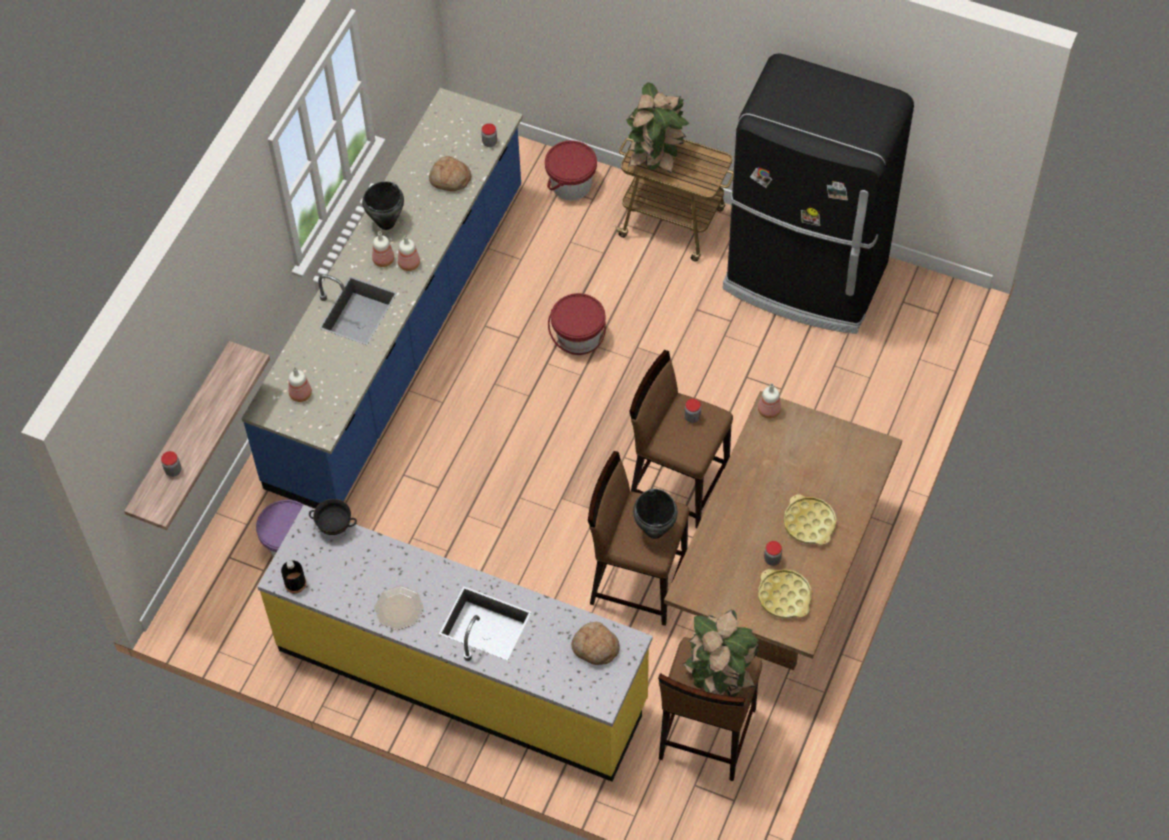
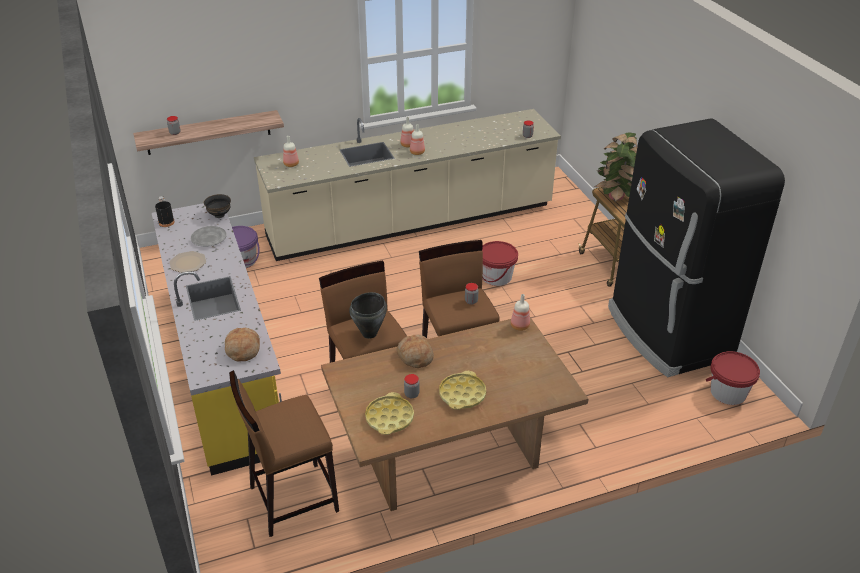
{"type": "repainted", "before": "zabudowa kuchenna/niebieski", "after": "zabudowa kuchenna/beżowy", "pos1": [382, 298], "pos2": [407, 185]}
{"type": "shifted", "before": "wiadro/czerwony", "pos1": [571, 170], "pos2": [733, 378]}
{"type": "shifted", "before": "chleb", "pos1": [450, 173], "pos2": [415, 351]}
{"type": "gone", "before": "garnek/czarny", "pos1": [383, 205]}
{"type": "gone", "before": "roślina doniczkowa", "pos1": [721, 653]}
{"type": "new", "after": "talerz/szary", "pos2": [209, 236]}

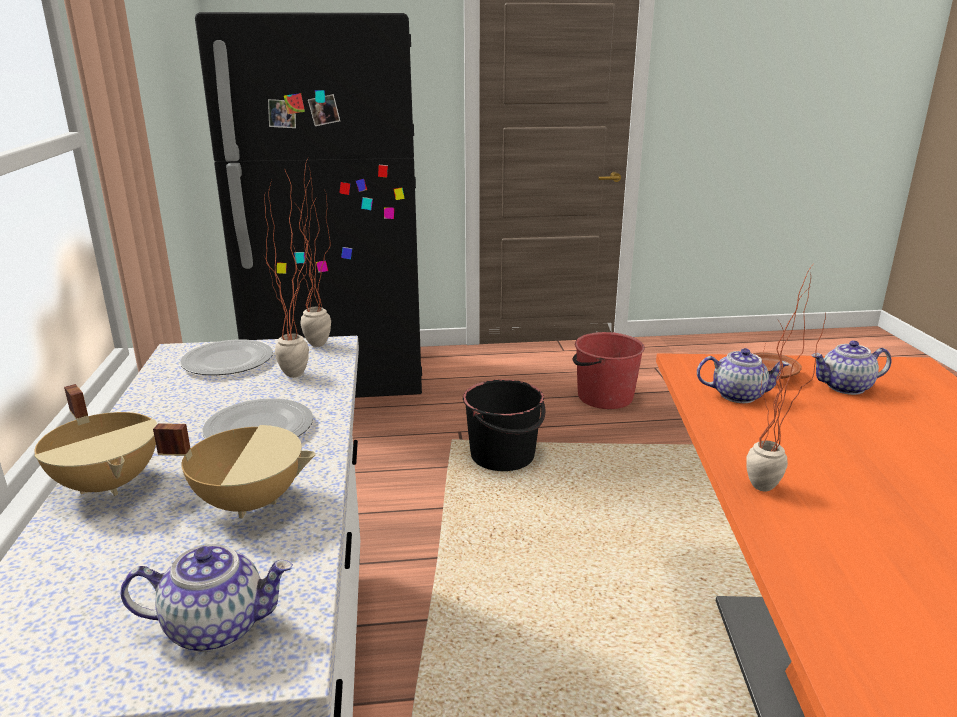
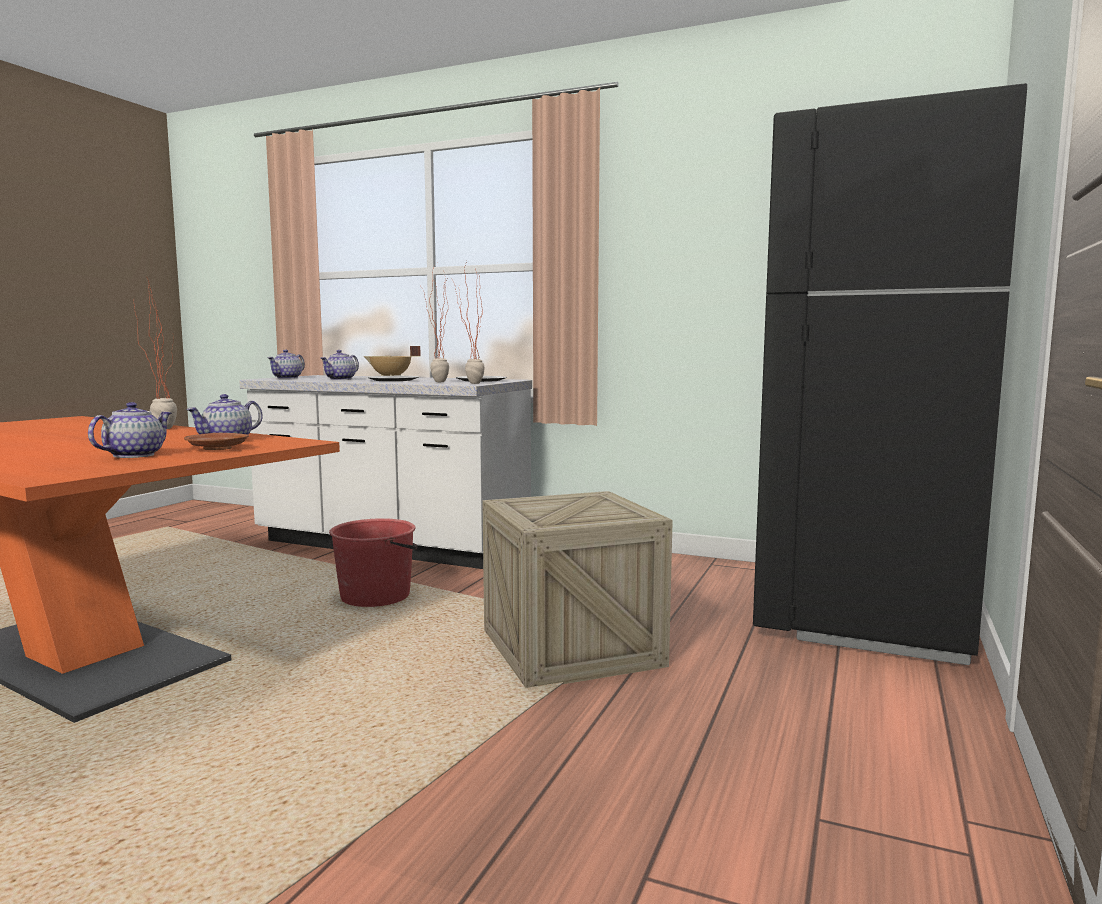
{"type": "shifted", "before": "wiadro/czerwony", "pos1": [609, 370], "pos2": [373, 562]}
{"type": "swapped", "before": "wiadro/czarny", "after": "skrzynka", "pos1": [504, 425], "pos2": [577, 589]}
{"type": "swapped", "before": "garnek/beżowy", "after": "imbryk", "pos1": [234, 470], "pos2": [339, 365]}

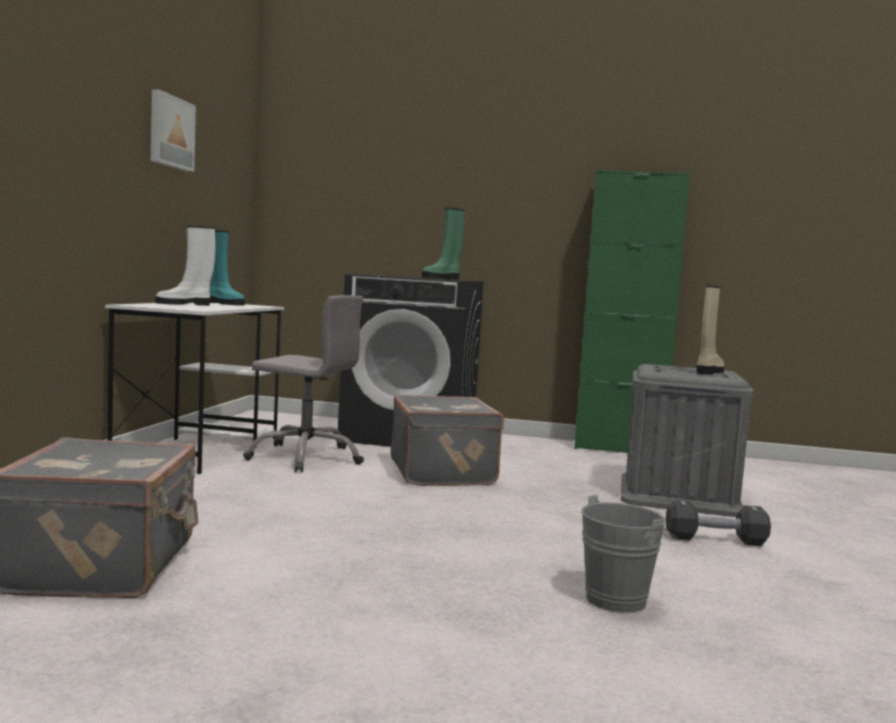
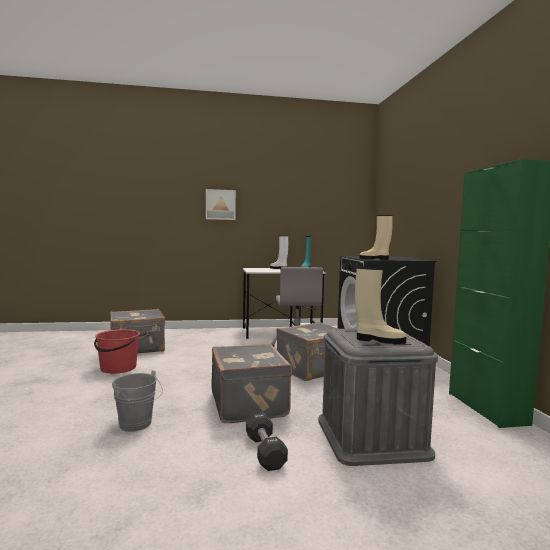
{"type": "shifted", "before": "obraz", "pos1": [173, 131], "pos2": [221, 204]}
{"type": "repainted", "before": "but z cholewką/zielony", "after": "but z cholewką/beżowy", "pos1": [443, 244], "pos2": [376, 237]}
{"type": "new", "after": "wiadro/czerwony", "pos2": [117, 351]}
{"type": "new", "after": "walizka/szary", "pos2": [251, 383]}

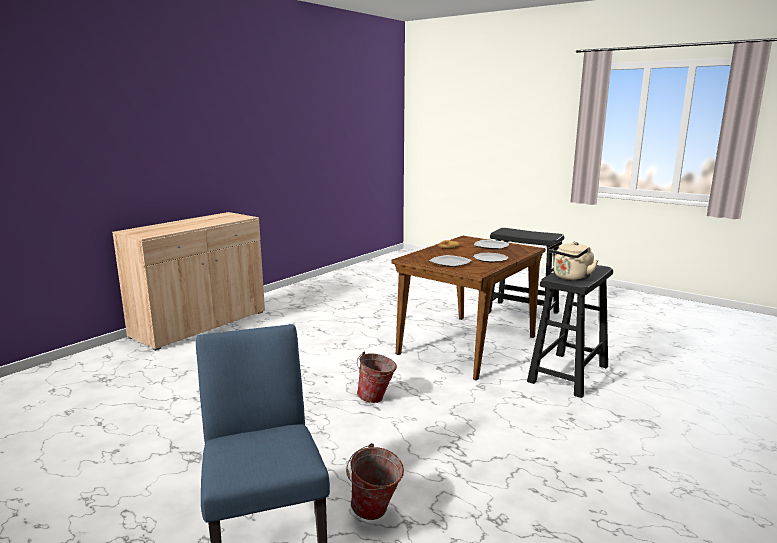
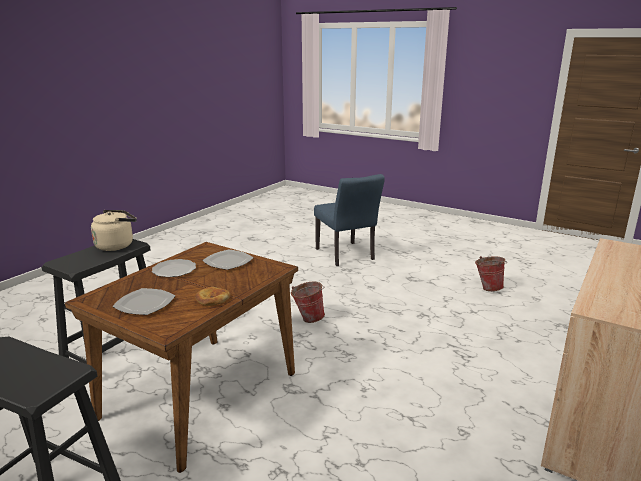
{"type": "shifted", "before": "wiadro", "pos1": [375, 481], "pos2": [491, 273]}

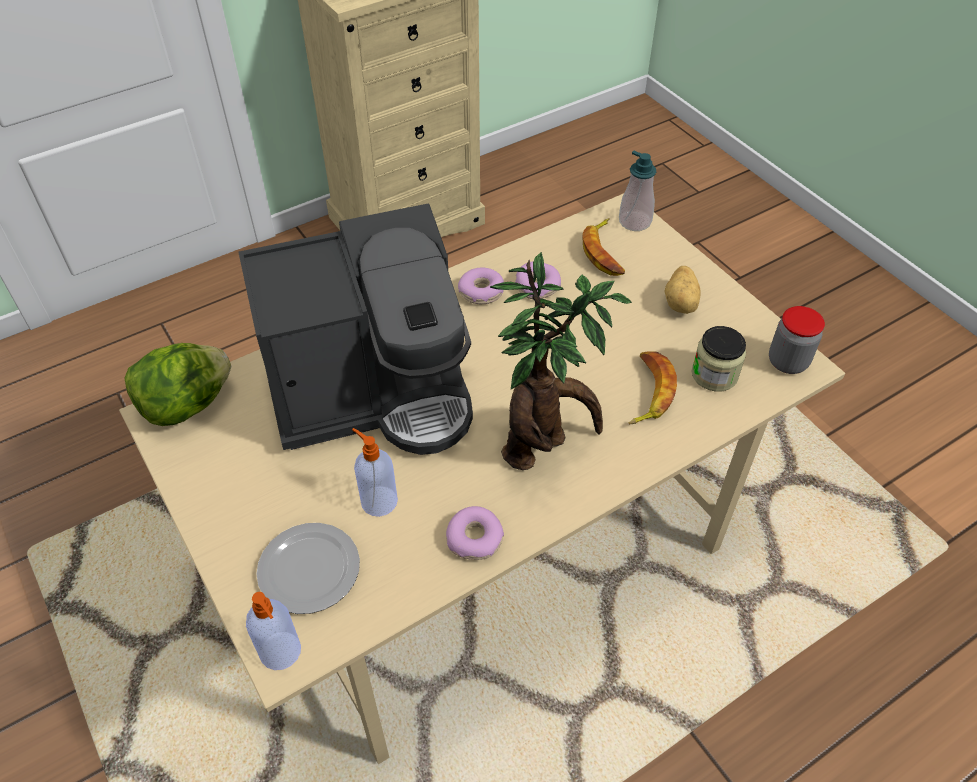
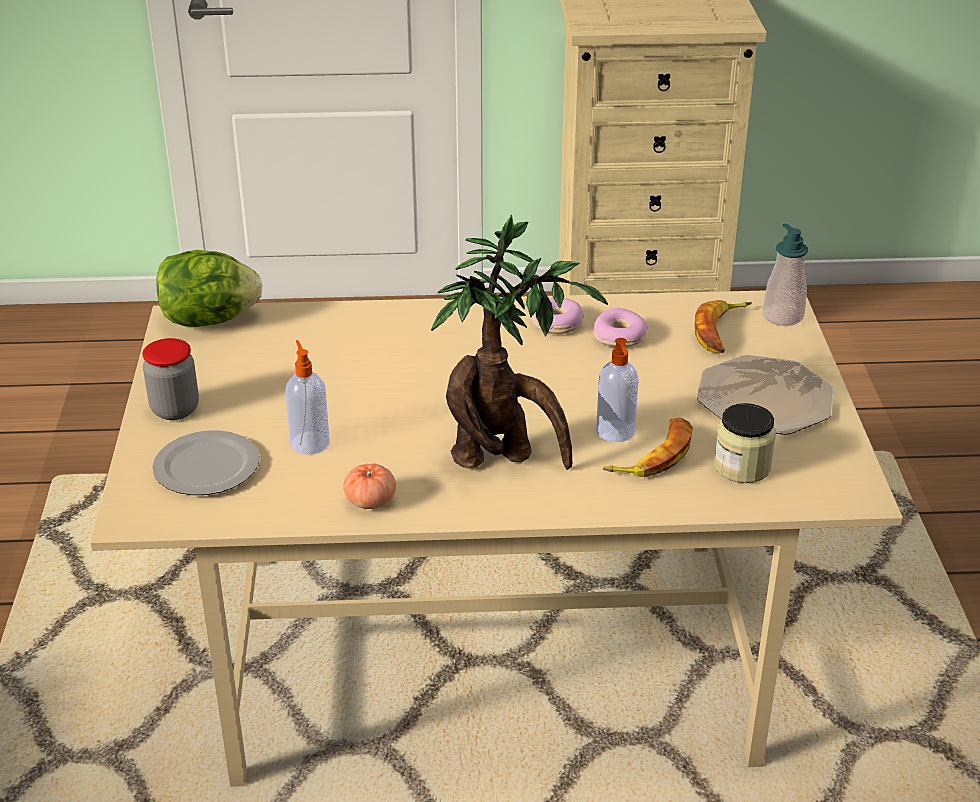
{"type": "gone", "before": "ekspres do kawy", "pos1": [355, 329]}
{"type": "swapped", "before": "ziemniak", "after": "talerz", "pos1": [682, 290], "pos2": [765, 395]}
{"type": "shifted", "before": "słoik", "pos1": [797, 340], "pos2": [170, 379]}
{"type": "swapped", "before": "donut", "after": "pomidor", "pos1": [475, 533], "pos2": [369, 486]}
{"type": "shifted", "before": "dozownik mydła", "pos1": [273, 631], "pos2": [617, 390]}

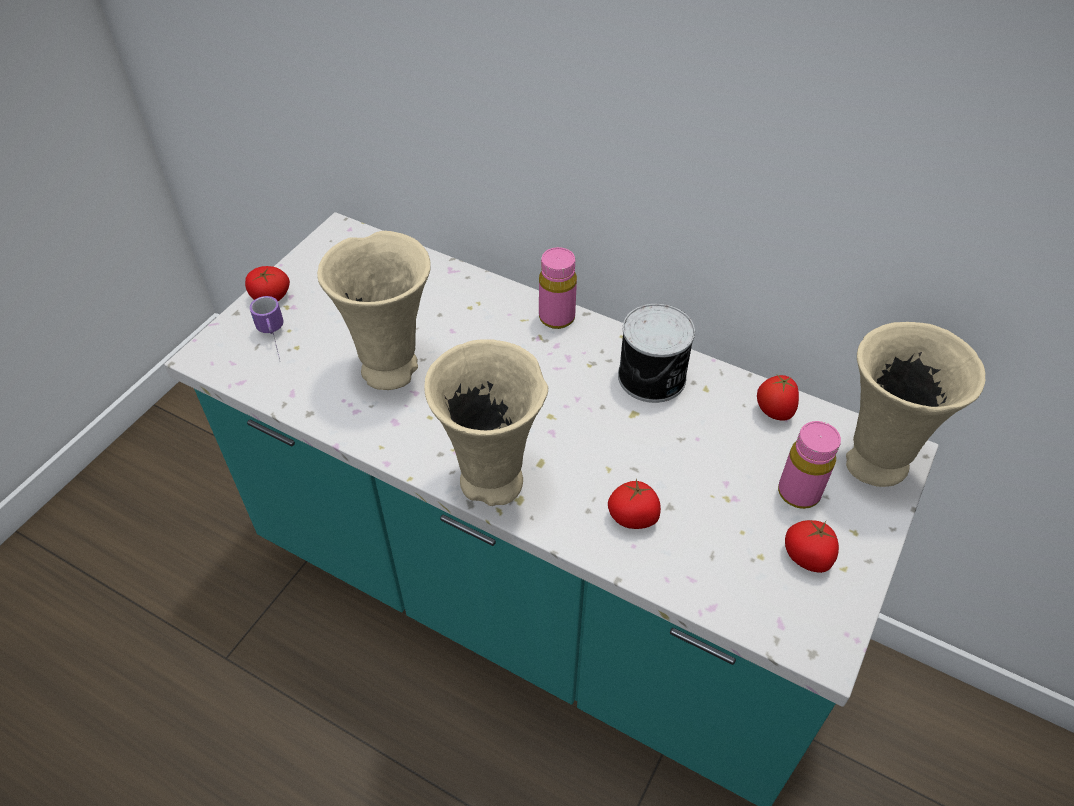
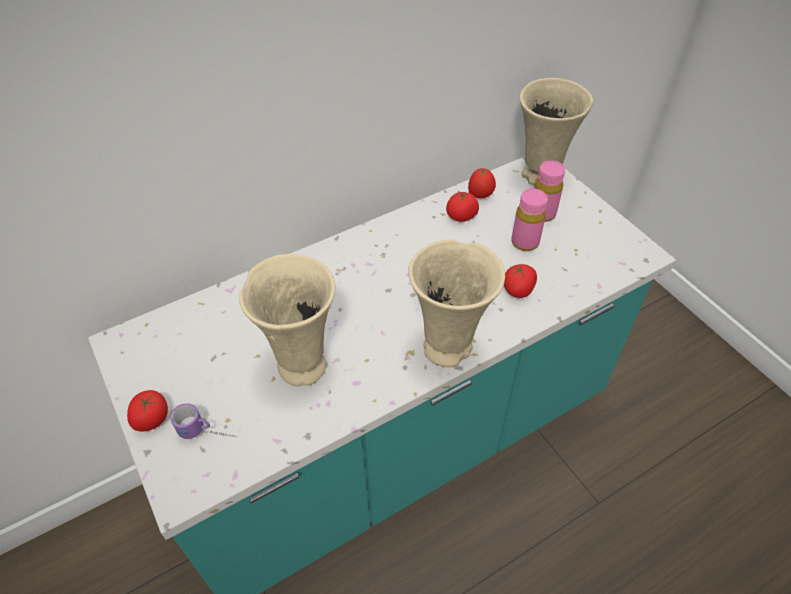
{"type": "shifted", "before": "butelka/różowy", "pos1": [558, 288], "pos2": [529, 220]}
{"type": "gone", "before": "puszka", "pos1": [656, 353]}
{"type": "shifted", "before": "pomidor", "pos1": [812, 546], "pos2": [462, 206]}

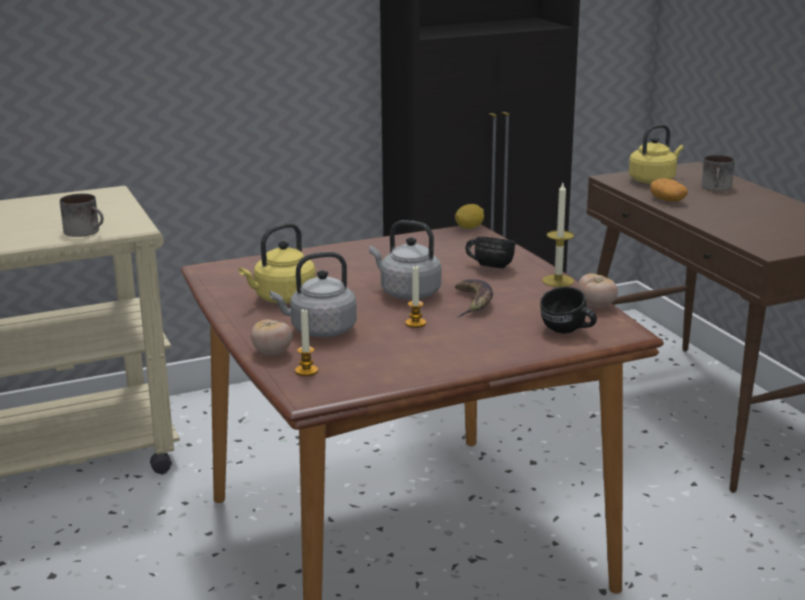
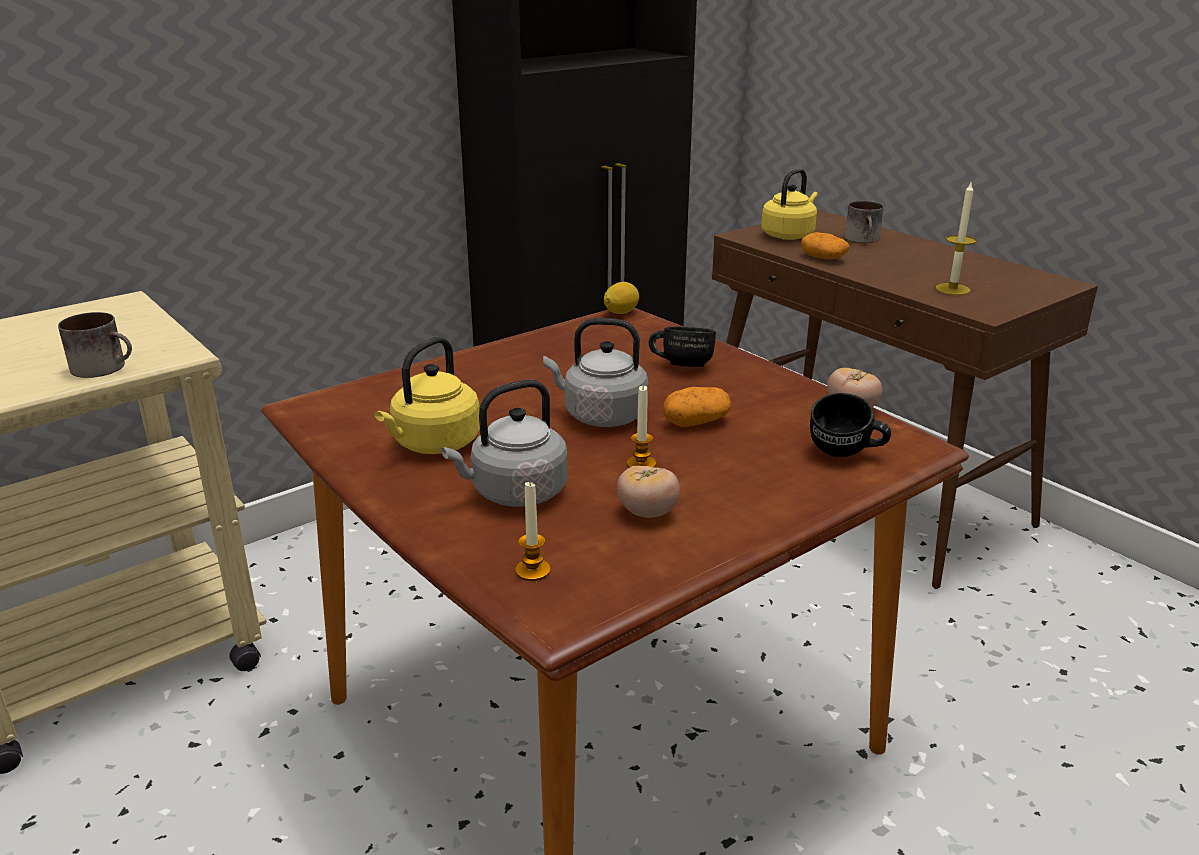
{"type": "shifted", "before": "świeca", "pos1": [558, 235], "pos2": [956, 239]}
{"type": "swapped", "before": "banan", "after": "ziemniak", "pos1": [474, 298], "pos2": [696, 407]}
{"type": "shifted", "before": "pomidor", "pos1": [272, 337], "pos2": [648, 492]}

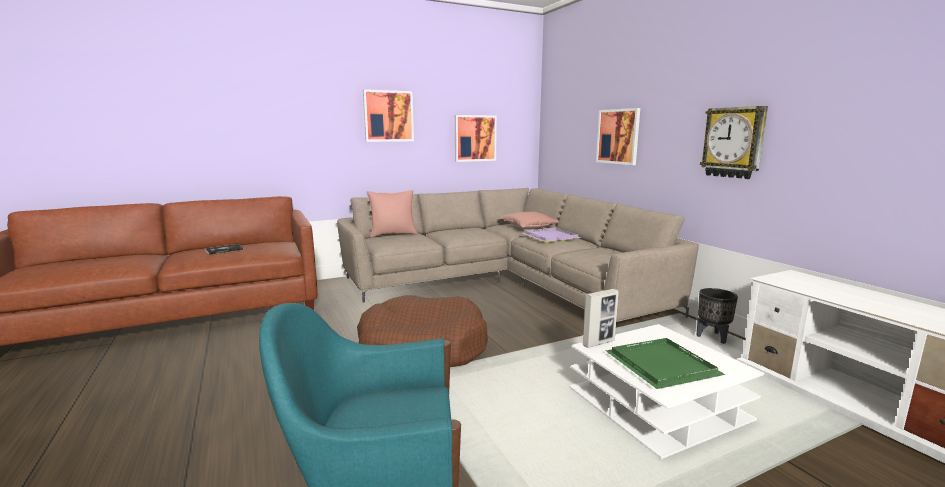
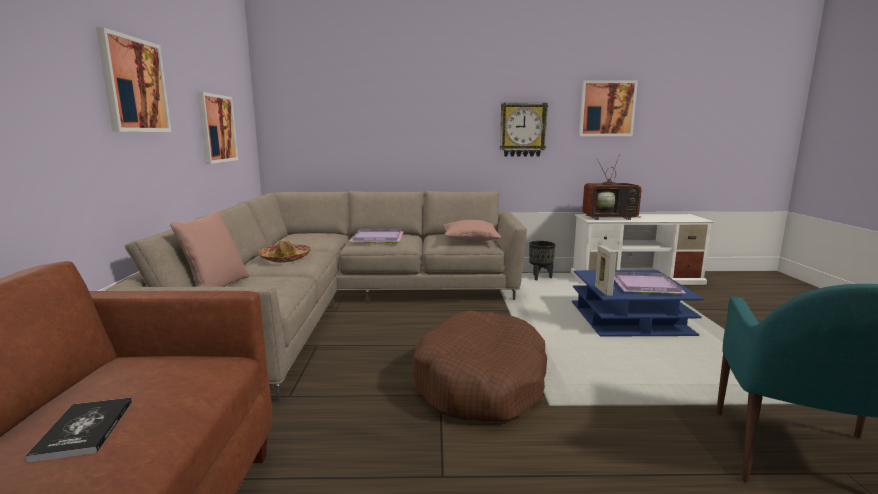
{"type": "shifted", "before": "obraz", "pos1": [618, 136], "pos2": [608, 108]}
{"type": "shifted", "before": "poduszka/różowy", "pos1": [529, 220], "pos2": [472, 231]}
{"type": "repainted", "before": "ława/biały", "after": "ława/niebieski", "pos1": [666, 391], "pos2": [638, 303]}
{"type": "repainted", "before": "taca/zielony", "after": "taca/fioletowy", "pos1": [666, 363], "pos2": [650, 283]}
{"type": "new", "after": "telewizor", "pos2": [612, 187]}
{"type": "new", "after": "kapelusz", "pos2": [284, 251]}

